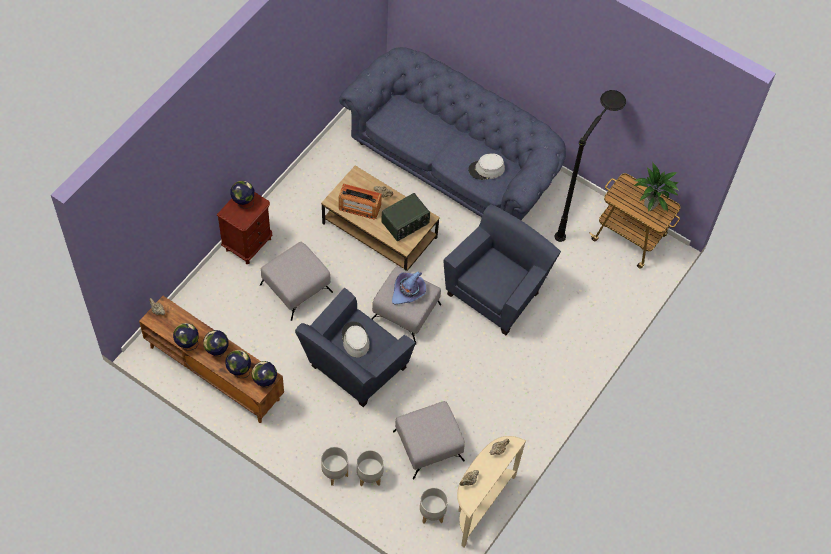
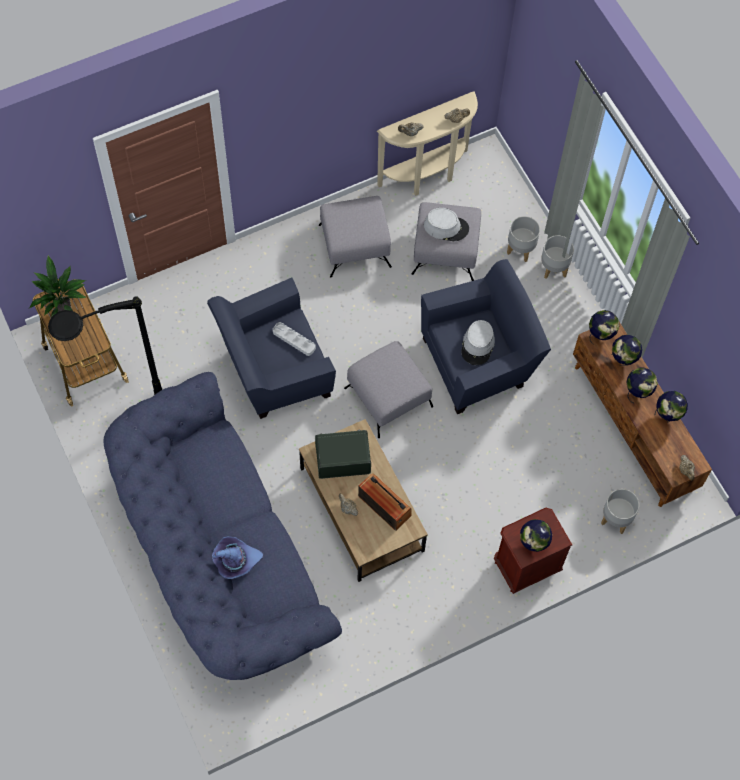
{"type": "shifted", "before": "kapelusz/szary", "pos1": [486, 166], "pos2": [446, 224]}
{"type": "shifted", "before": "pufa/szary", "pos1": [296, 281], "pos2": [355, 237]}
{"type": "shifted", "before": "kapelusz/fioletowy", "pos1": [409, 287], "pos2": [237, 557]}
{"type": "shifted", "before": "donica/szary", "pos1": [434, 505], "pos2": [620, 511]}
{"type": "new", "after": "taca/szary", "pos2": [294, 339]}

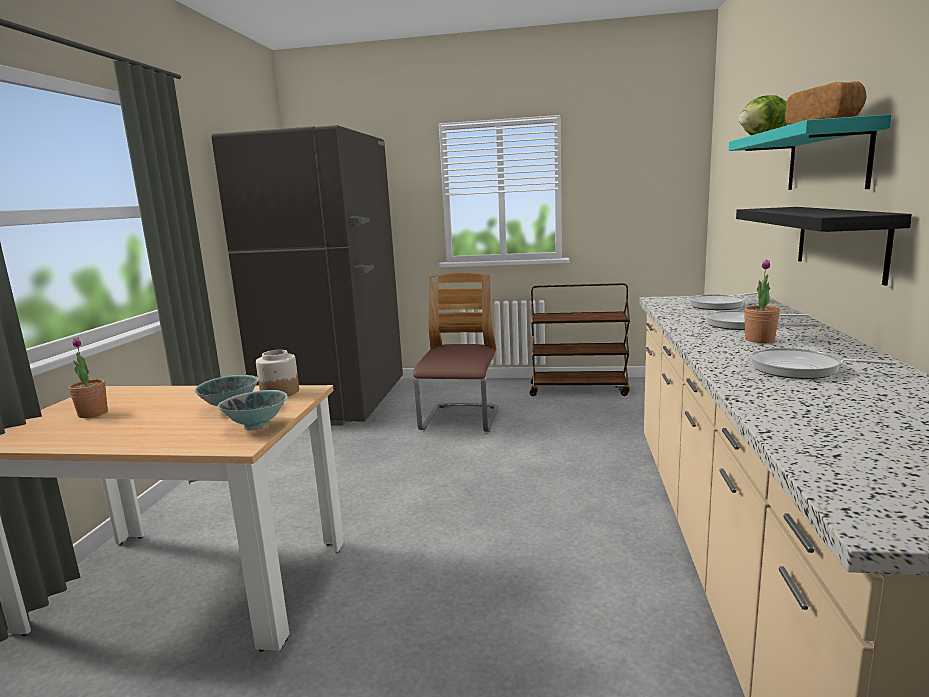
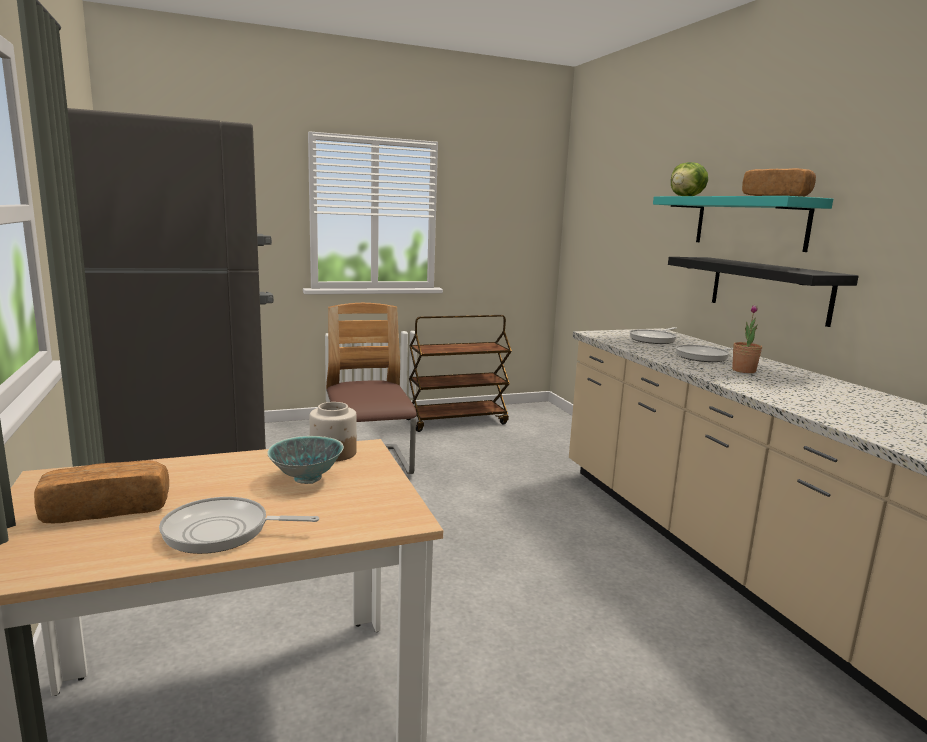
{"type": "swapped", "before": "roślina doniczkowa", "after": "chleb", "pos1": [88, 377], "pos2": [101, 491]}
{"type": "shifted", "before": "patelnia", "pos1": [823, 363], "pos2": [239, 525]}
{"type": "gone", "before": "miska", "pos1": [252, 410]}

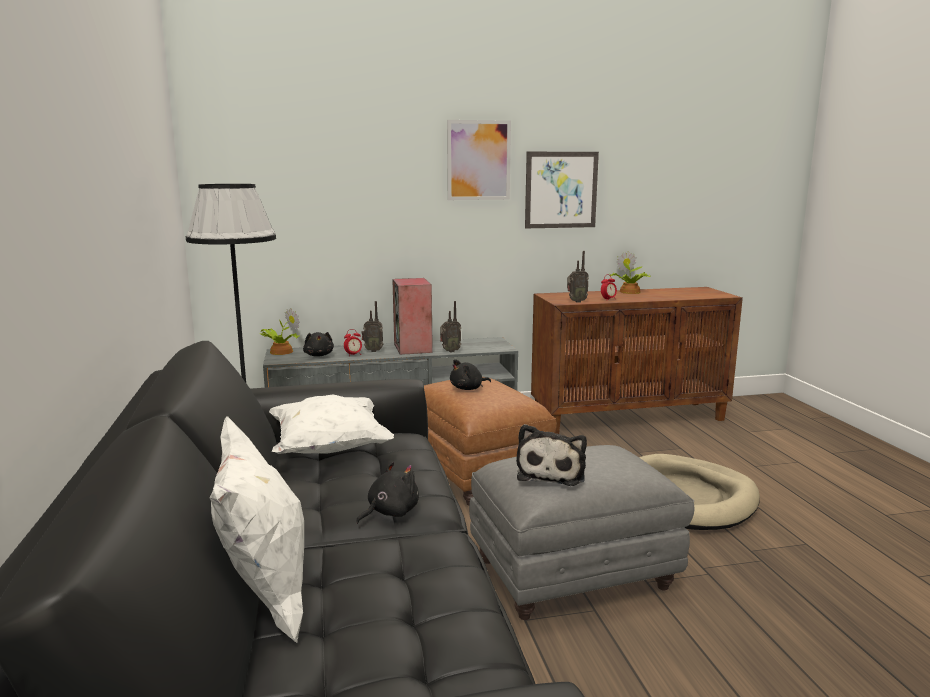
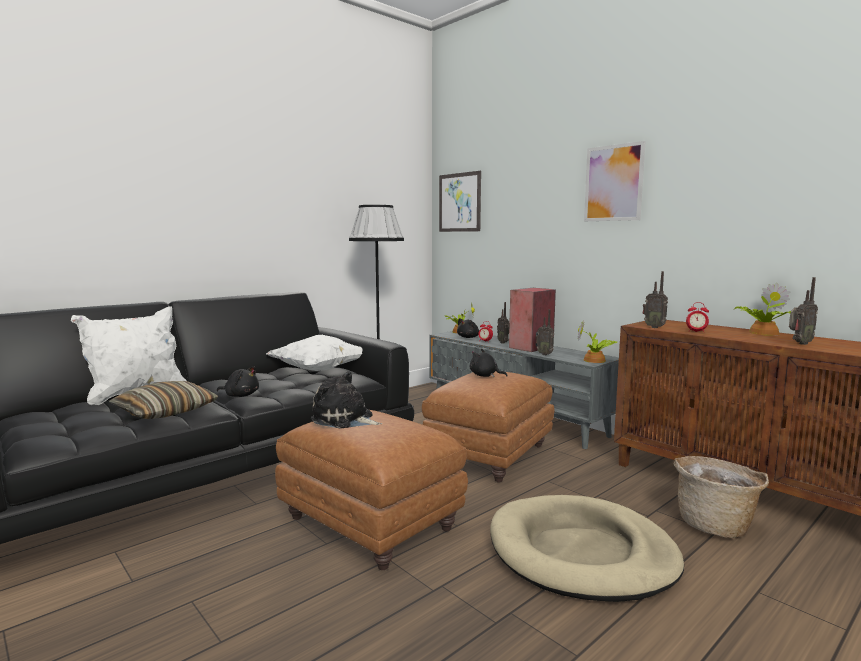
{"type": "shifted", "before": "obraz", "pos1": [562, 190], "pos2": [460, 201]}
{"type": "rotated", "before": "pluszak", "pos1": [551, 455], "pos2": [346, 400], "turn": 45}
{"type": "repainted", "before": "pufa/szary", "after": "pufa/brązowy", "pos1": [581, 532], "pos2": [371, 490]}
{"type": "new", "after": "radio", "pos2": [803, 311]}
{"type": "new", "after": "roślina doniczkowa", "pos2": [597, 342]}
{"type": "new", "after": "poduszka", "pos2": [164, 400]}
{"type": "new", "after": "koszyk", "pos2": [721, 497]}

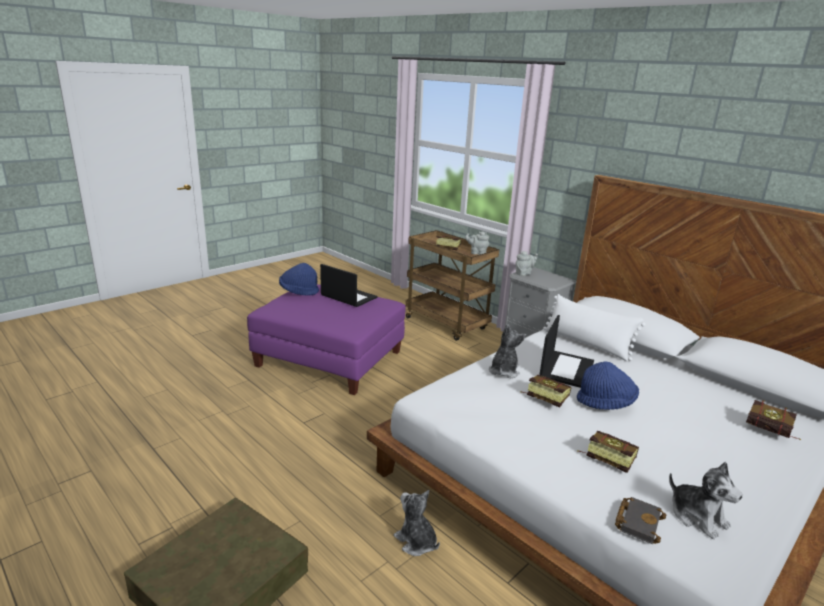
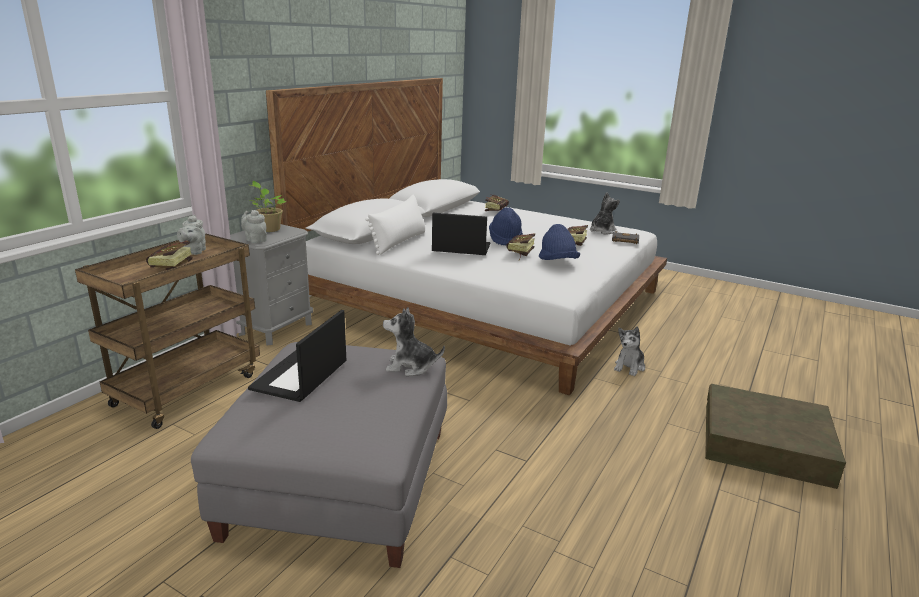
{"type": "shifted", "before": "kapelusz/niebieski", "pos1": [299, 279], "pos2": [559, 242]}
{"type": "repainted", "before": "pufa/fioletowy", "after": "pufa/szary", "pos1": [326, 339], "pos2": [319, 455]}
{"type": "shifted", "before": "pluszak", "pos1": [507, 351], "pos2": [414, 341]}
{"type": "new", "after": "roślina doniczkowa", "pos2": [268, 206]}

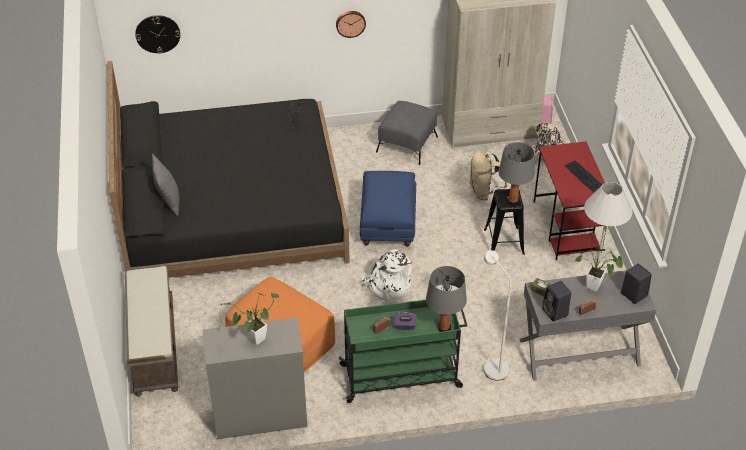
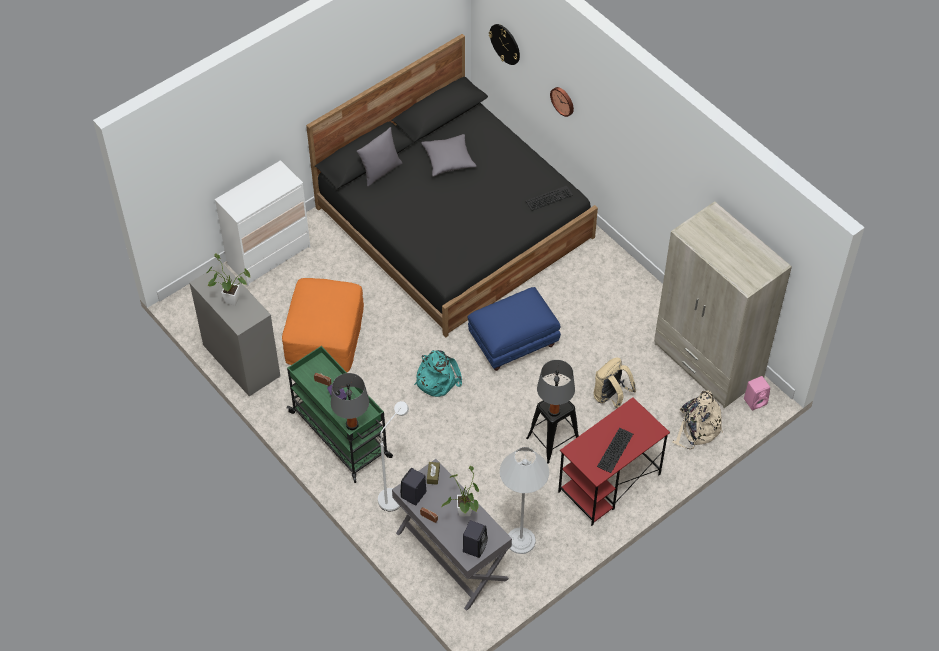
{"type": "shifted", "before": "zegar ścienny", "pos1": [351, 24], "pos2": [562, 102]}
{"type": "gone", "before": "pufa/szary", "pos1": [407, 133]}
{"type": "repainted", "before": "plecak/biały", "after": "plecak/turkusowy", "pos1": [387, 275], "pos2": [438, 373]}
{"type": "swapped", "before": "ławka/brązowy", "after": "komoda/biały", "pos1": [151, 331], "pos2": [262, 223]}
{"type": "new", "after": "poduszka/szary", "pos2": [449, 155]}

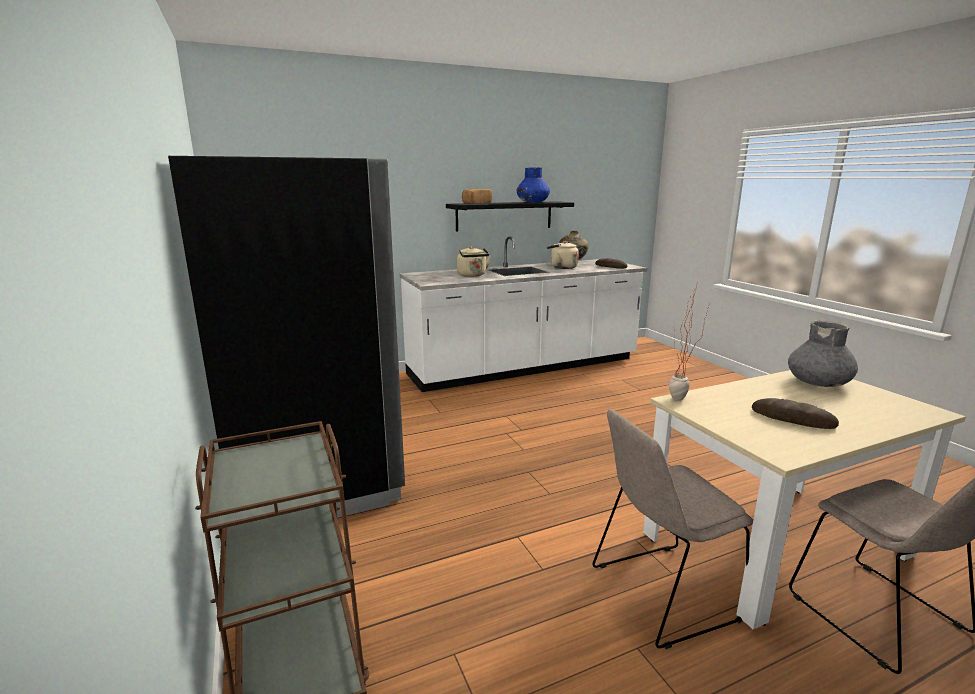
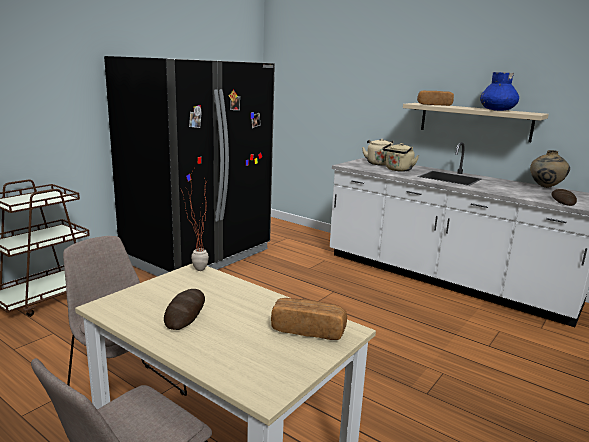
{"type": "repainted", "before": "półka/czarny", "after": "półka/beżowy", "pos1": [510, 216], "pos2": [476, 122]}
{"type": "shifted", "before": "czajnik/beżowy", "pos1": [563, 255], "pos2": [377, 152]}
{"type": "swapped", "before": "wazon/szary", "after": "chleb", "pos1": [823, 353], "pos2": [309, 319]}

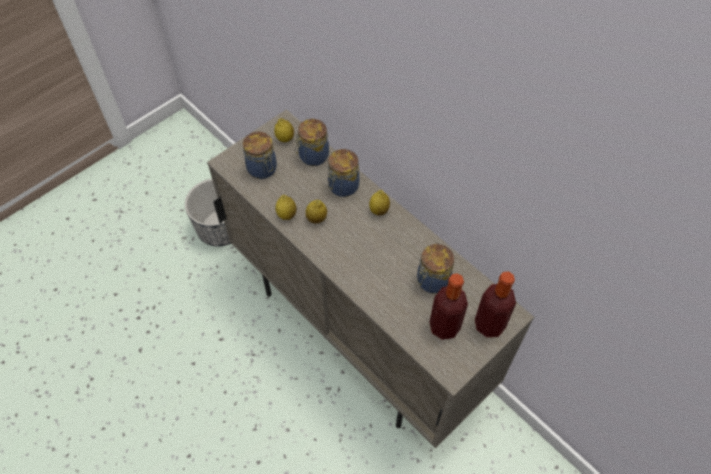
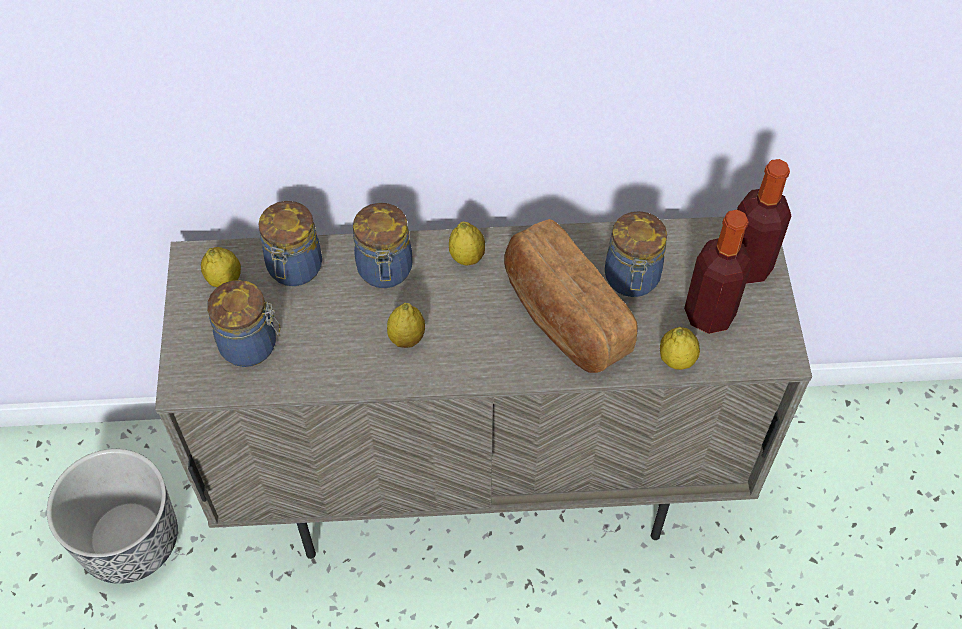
{"type": "shifted", "before": "cytryna", "pos1": [286, 207], "pos2": [680, 348]}
{"type": "new", "after": "chleb", "pos2": [571, 296]}

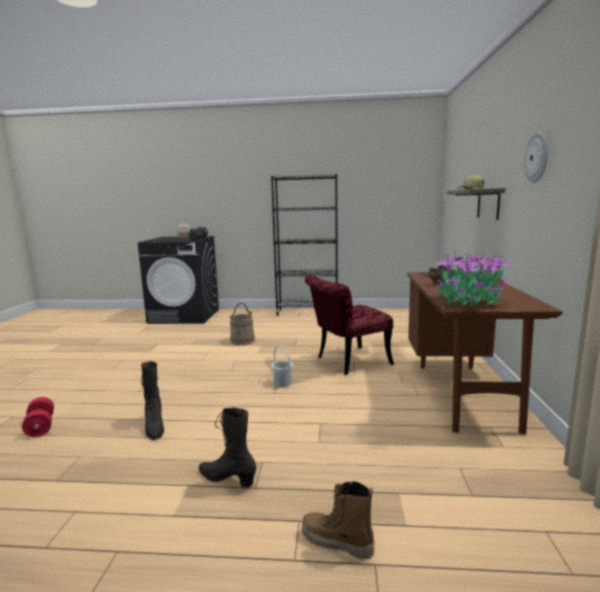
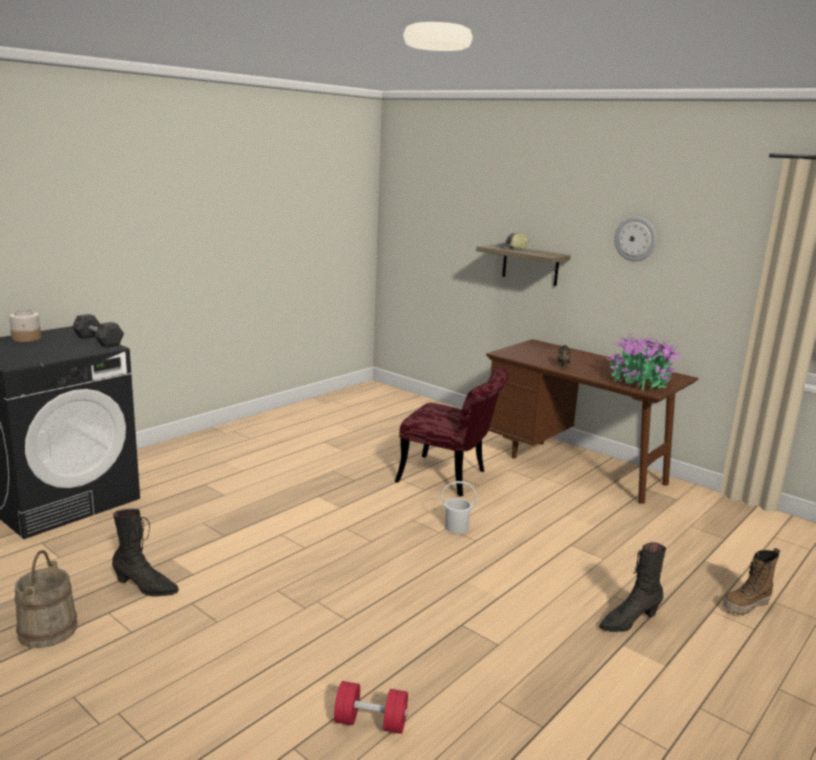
{"type": "gone", "before": "regał/czarny", "pos1": [304, 245]}
{"type": "rotated", "before": "krzesło/czerwony", "pos1": [349, 325], "pos2": [451, 432], "turn": -75}
{"type": "shifted", "before": "wiadro/beżowy", "pos1": [242, 324], "pos2": [46, 599]}
{"type": "shifted", "before": "but z cholewką/czarny", "pos1": [152, 400], "pos2": [145, 553]}

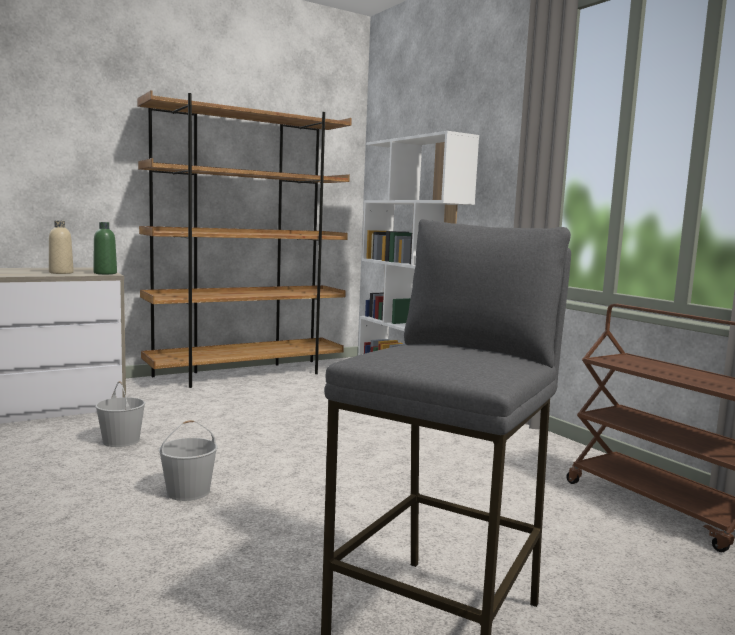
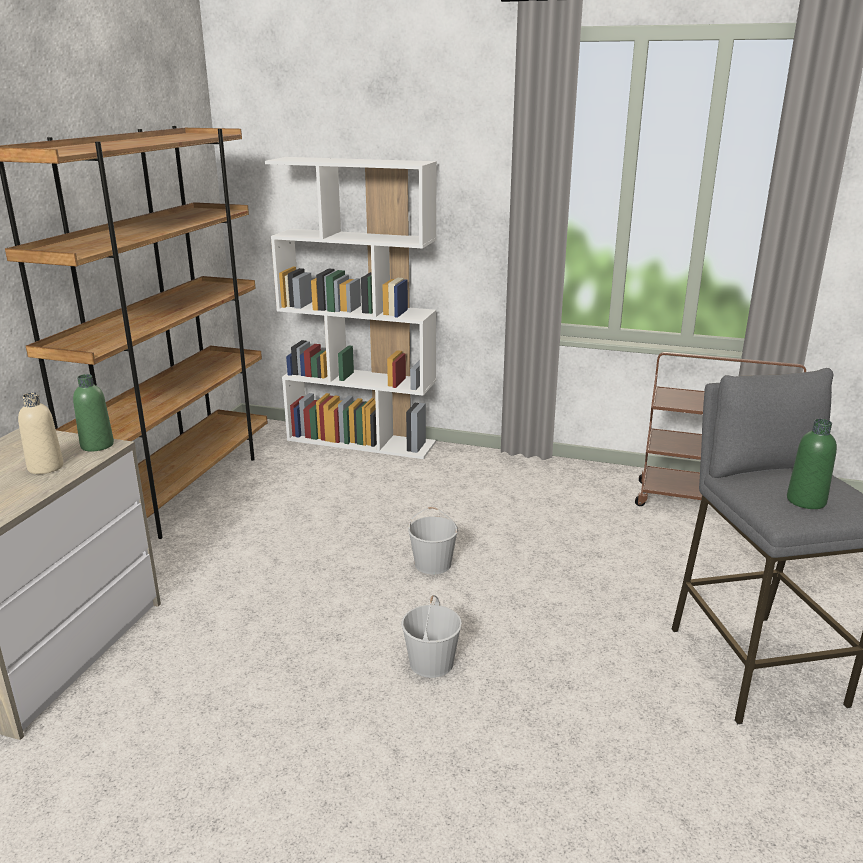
{"type": "shifted", "before": "wiadro/biały", "pos1": [120, 414], "pos2": [433, 540]}
{"type": "new", "after": "butelka/zielony", "pos2": [812, 464]}

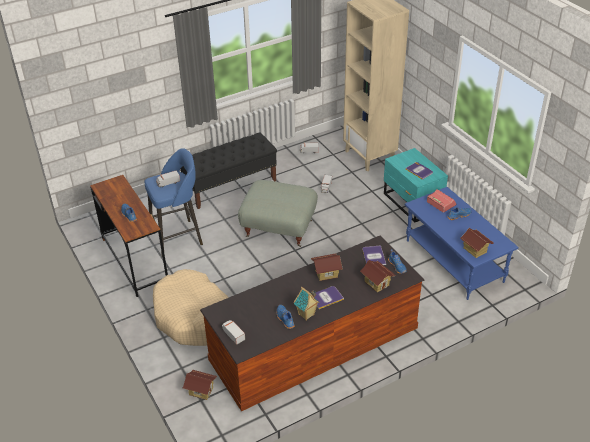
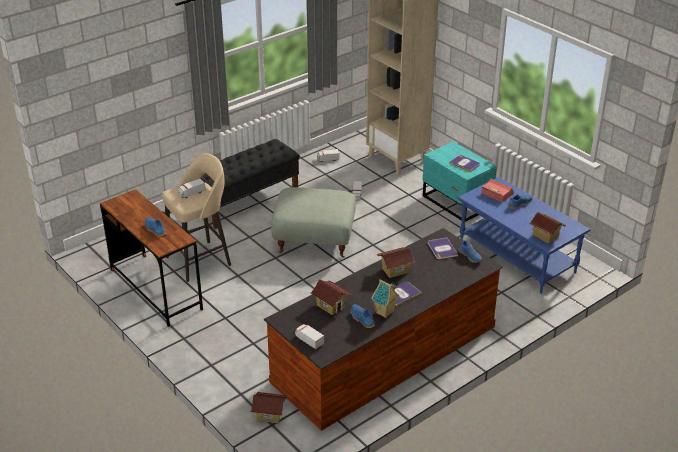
{"type": "repainted", "before": "stołek/niebieski", "after": "stołek/beżowy", "pos1": [174, 201], "pos2": [196, 217]}
{"type": "shifted", "before": "domek", "pos1": [378, 276], "pos2": [331, 297]}
{"type": "gone", "before": "legowisko/beżowy", "pos1": [191, 307]}

